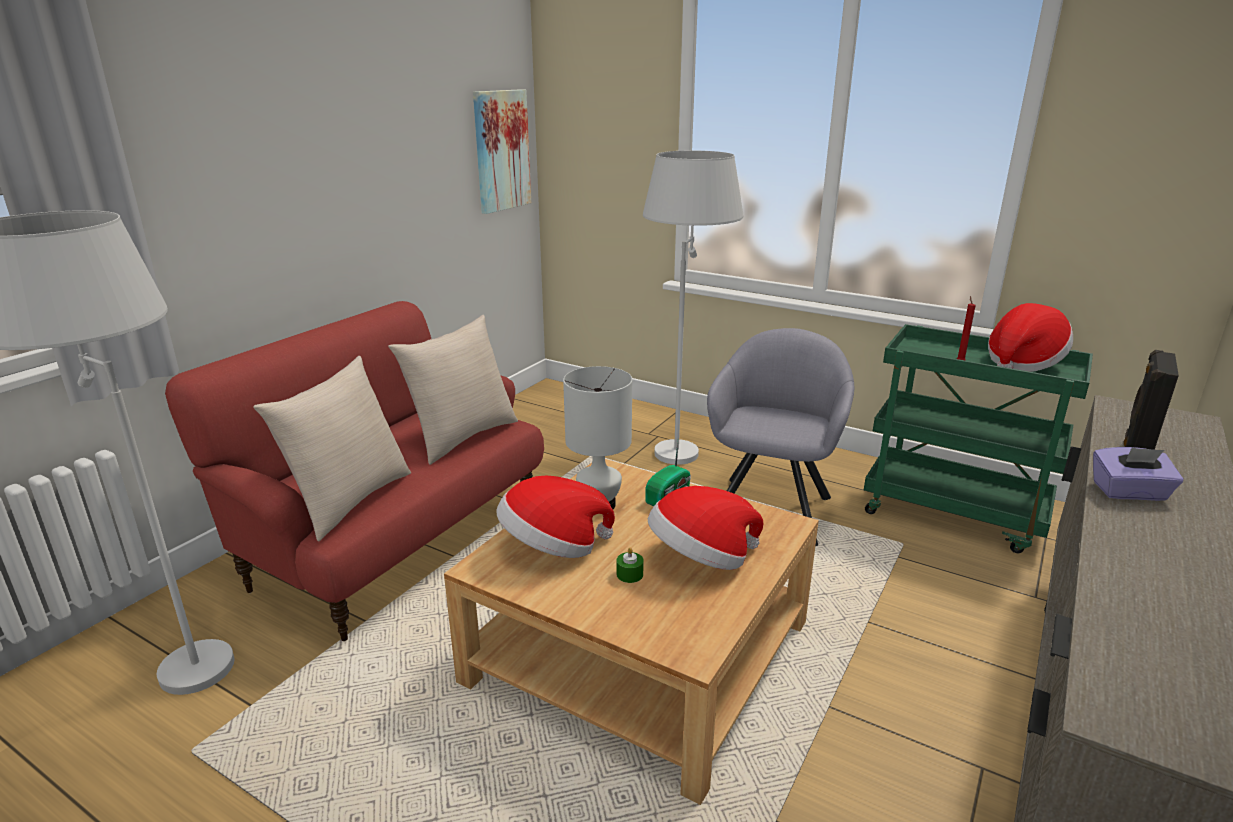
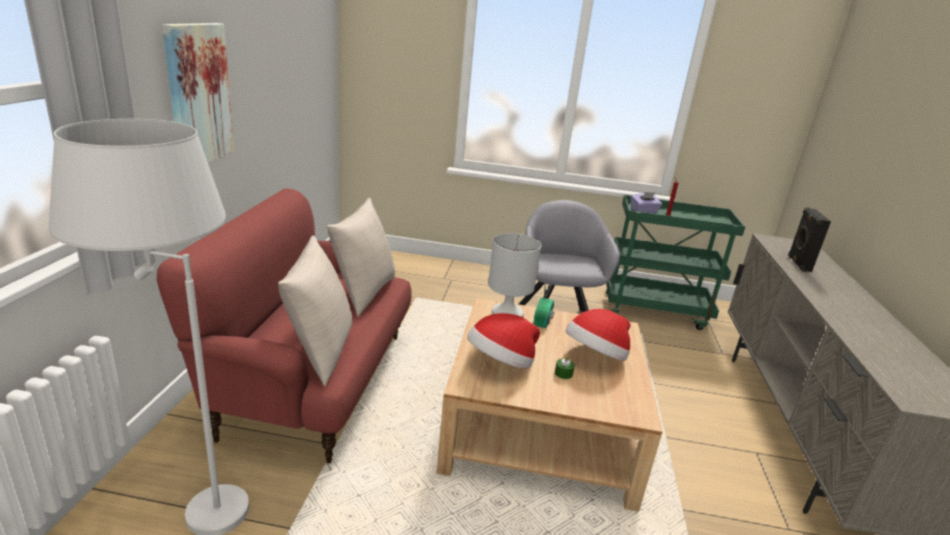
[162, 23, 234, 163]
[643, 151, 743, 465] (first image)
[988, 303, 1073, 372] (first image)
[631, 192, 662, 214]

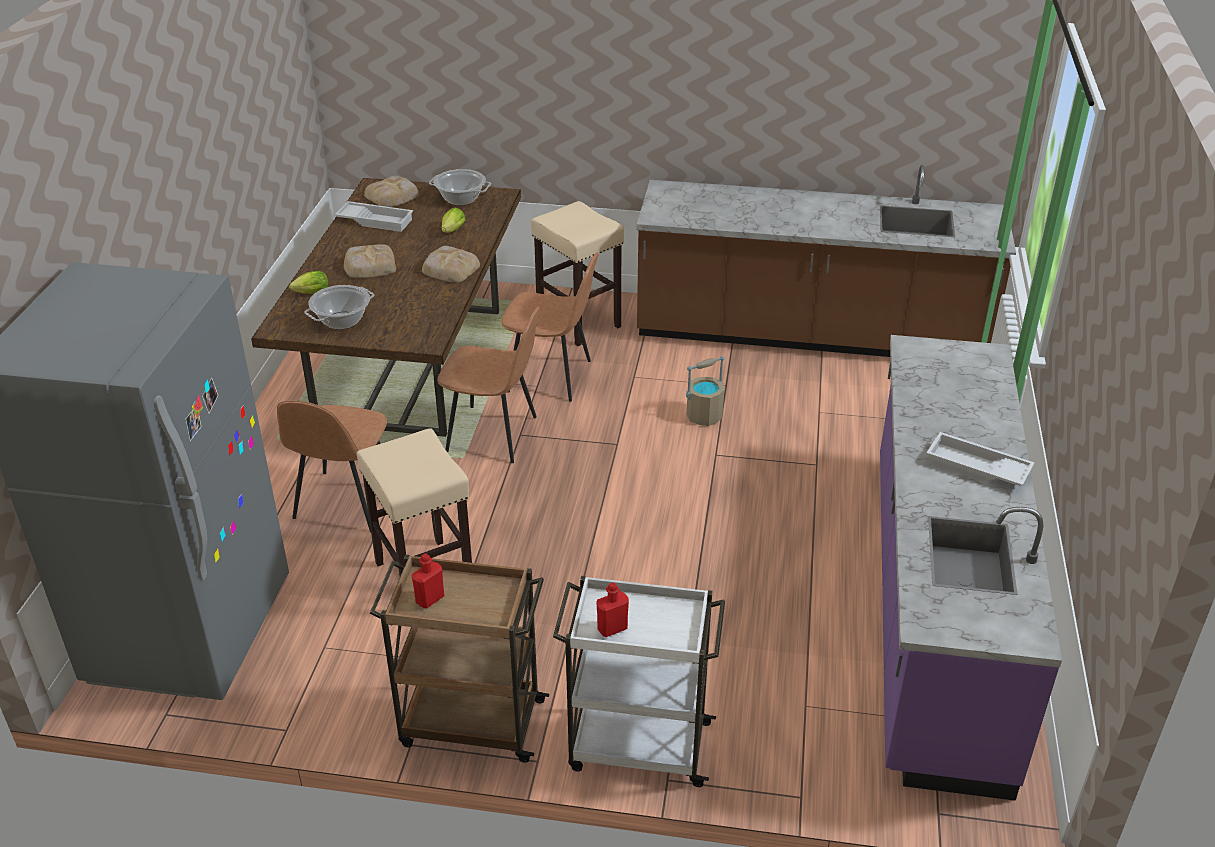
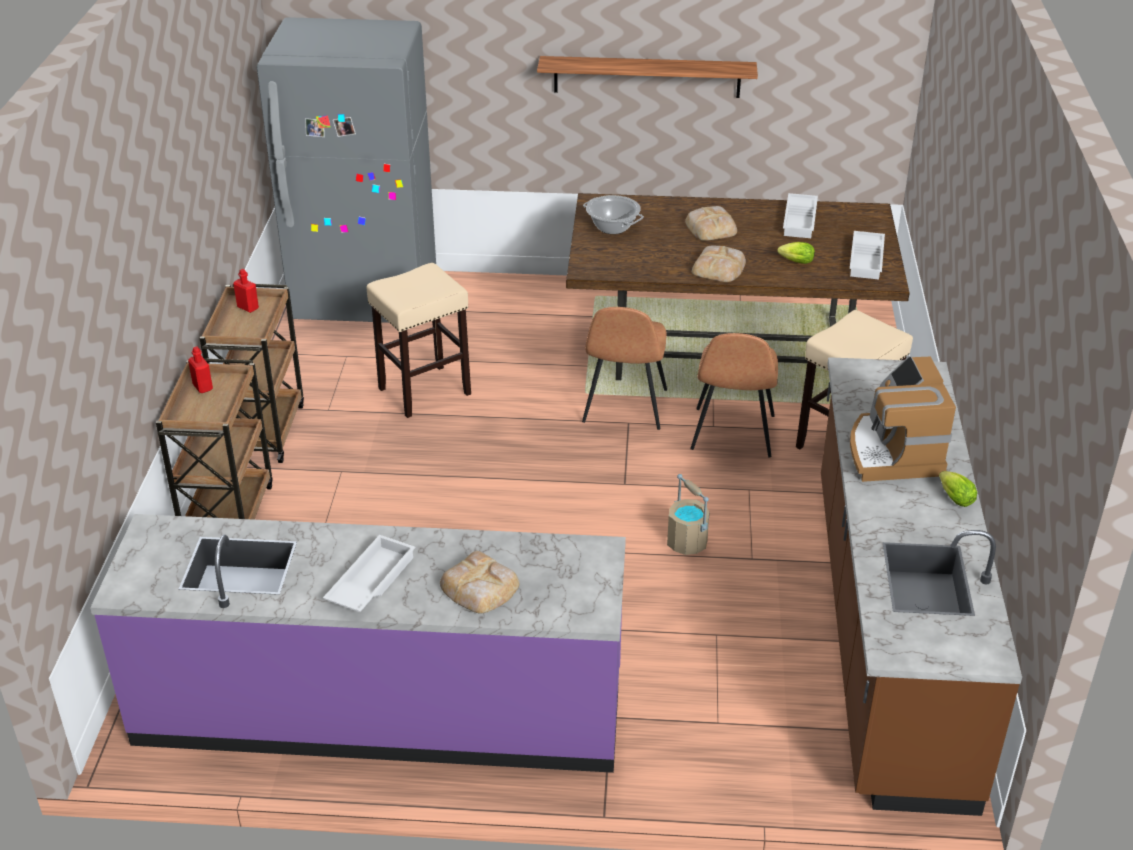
[850, 231, 885, 280]
[440, 551, 520, 613]
[939, 471, 977, 507]
[277, 400, 387, 532] (first image)
[156, 358, 273, 520]
[537, 56, 758, 98]
[850, 356, 956, 482]

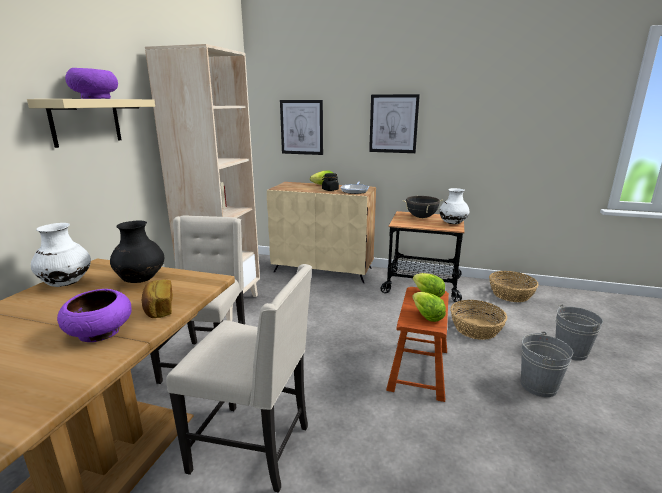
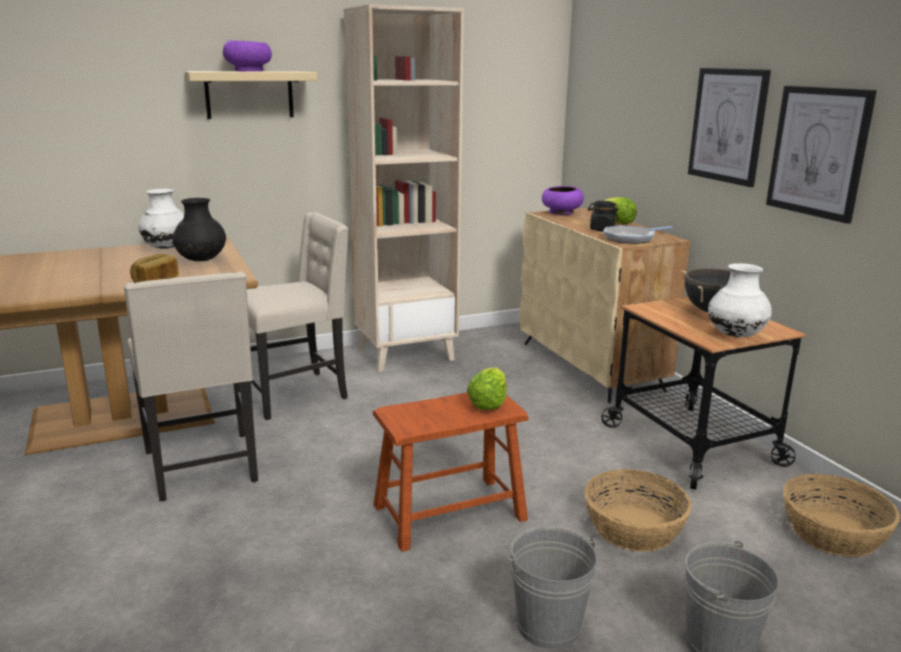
[766, 86, 877, 224]
[542, 186, 584, 215]
[412, 292, 446, 322] (first image)

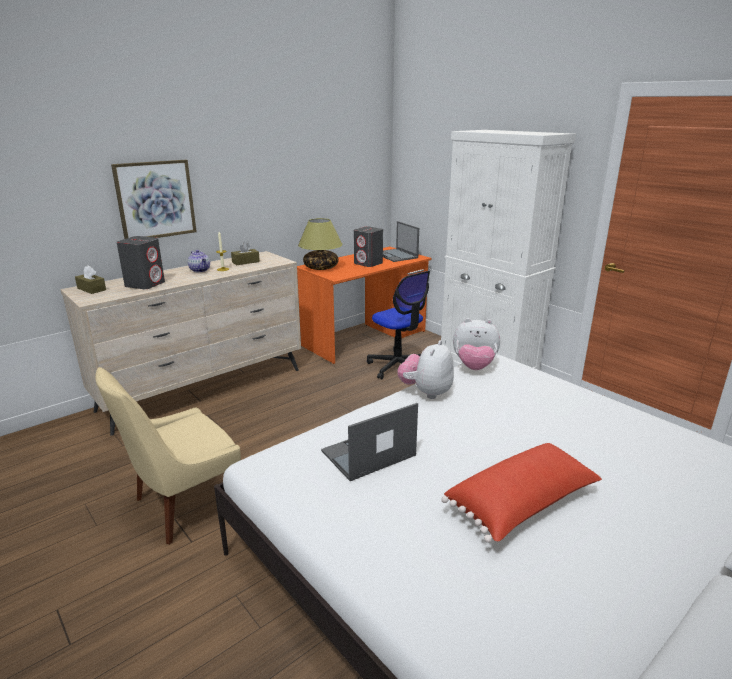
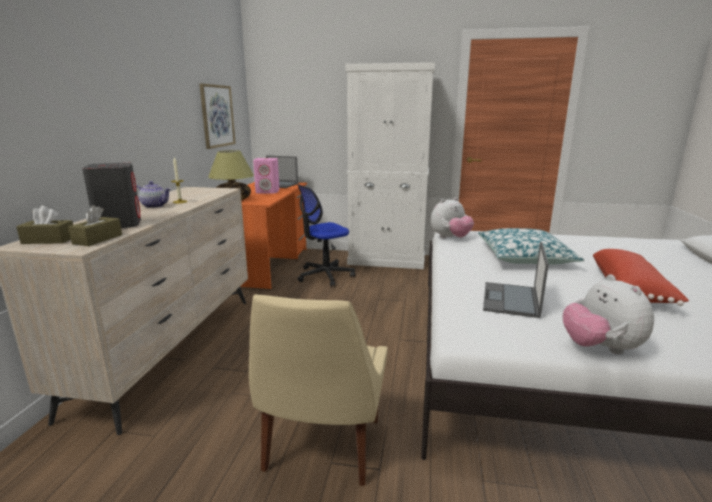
[199, 84, 236, 149]
[253, 158, 280, 194]
[68, 205, 122, 246]
[298, 184, 355, 287]
[563, 274, 654, 354]
[478, 228, 584, 264]

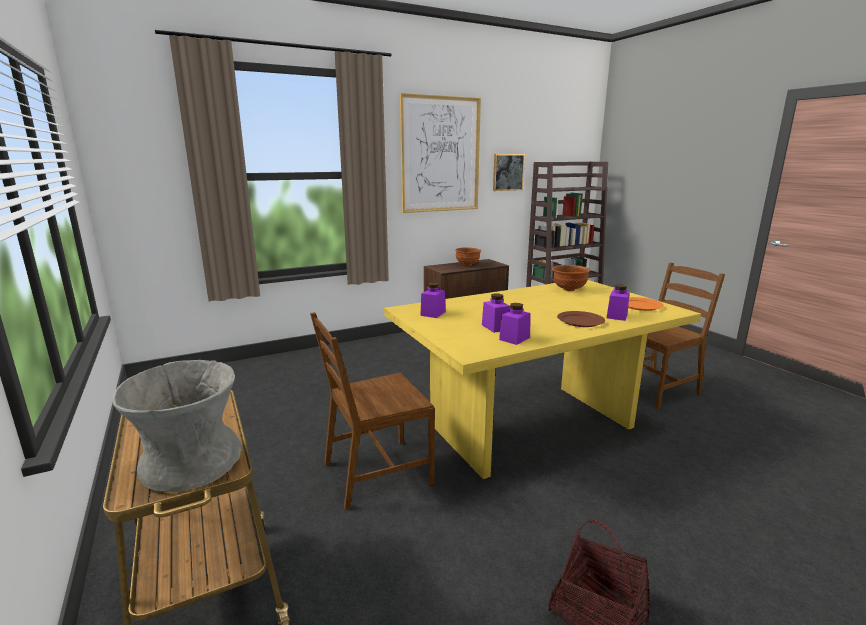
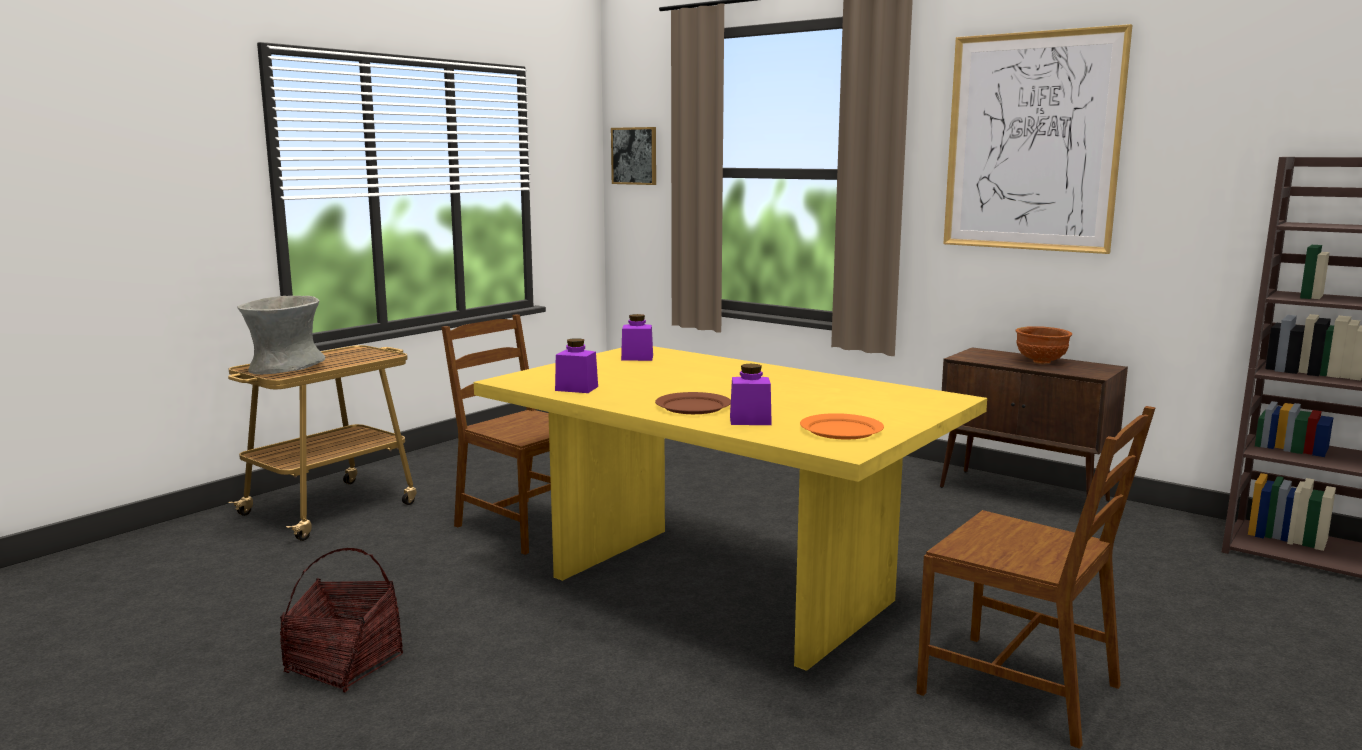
[611, 127, 656, 185]
[552, 265, 590, 291] (first image)
[482, 294, 510, 333] (first image)

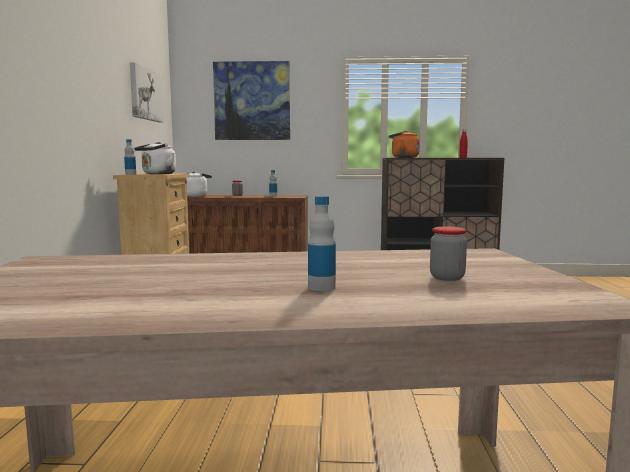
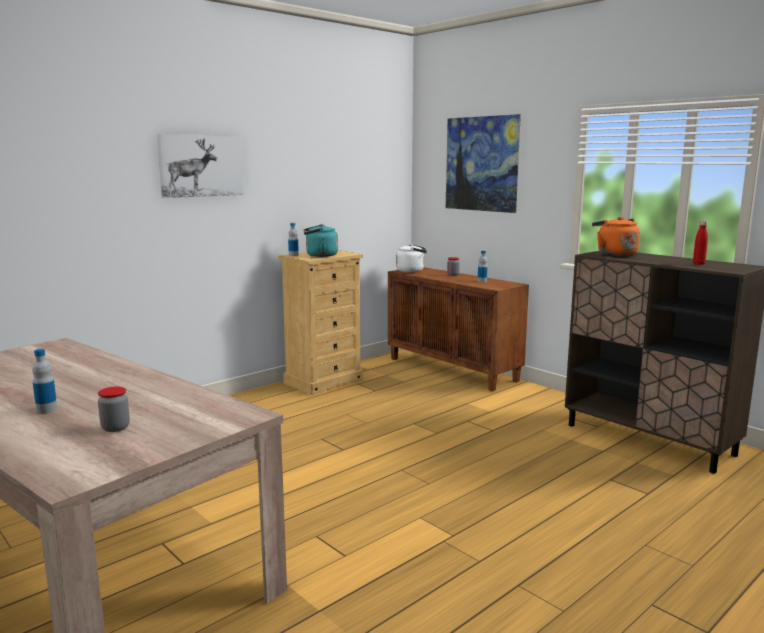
[157, 134, 244, 198]
[303, 224, 338, 257]

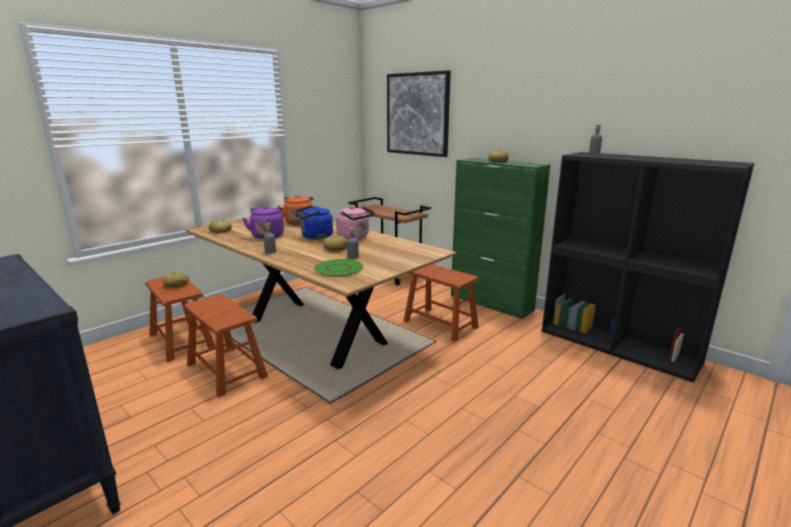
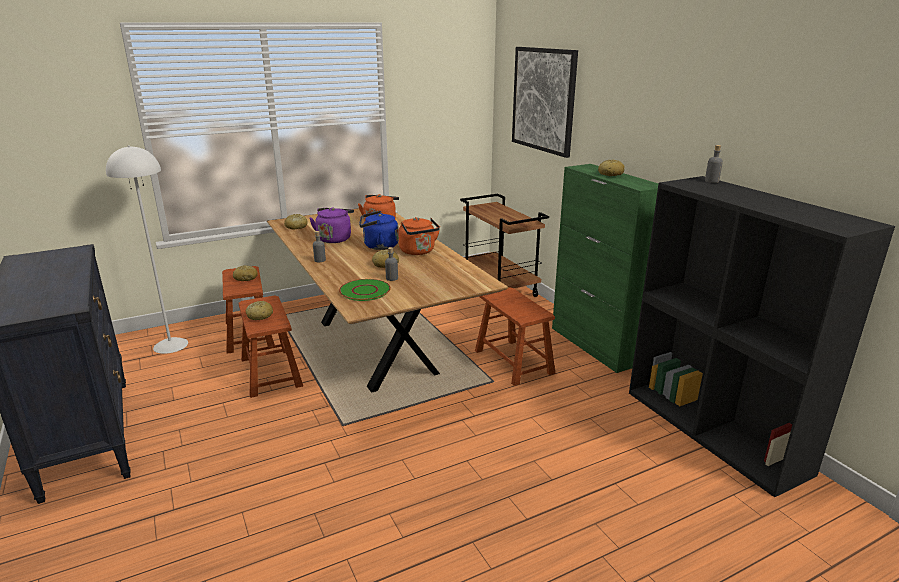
[398, 217, 440, 255]
[106, 145, 188, 354]
[246, 301, 273, 320]

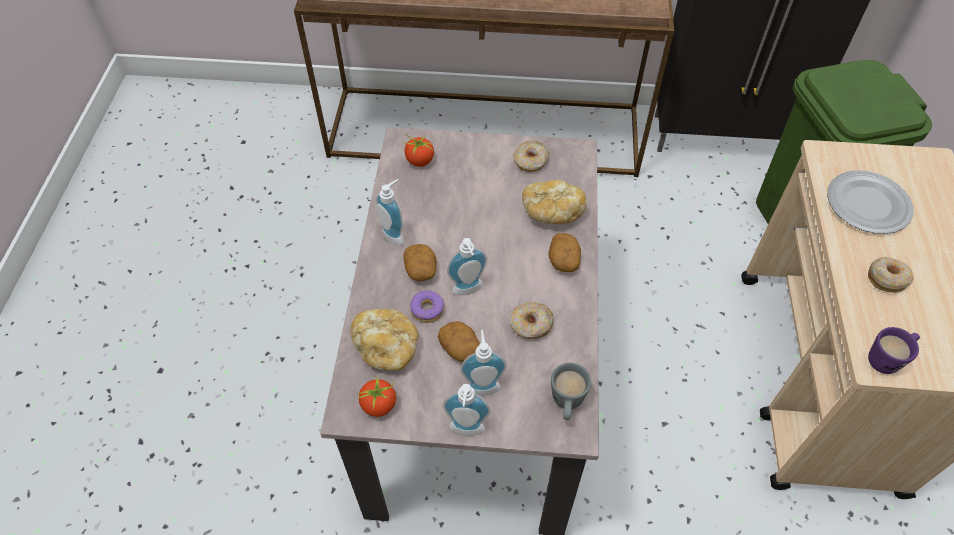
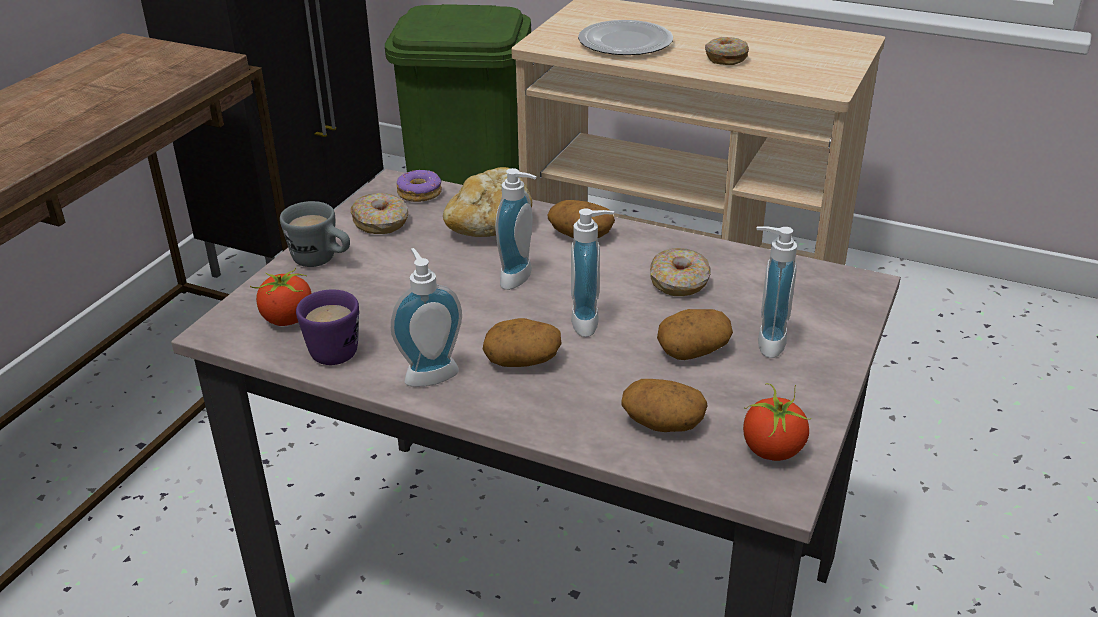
[396, 170, 442, 202]
[621, 379, 708, 432]
[296, 289, 359, 365]
[280, 201, 350, 267]
[496, 168, 537, 290]

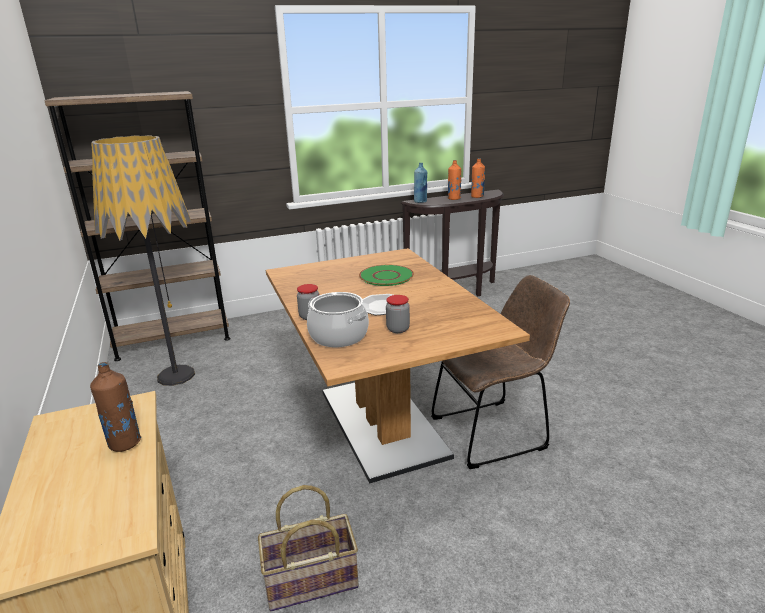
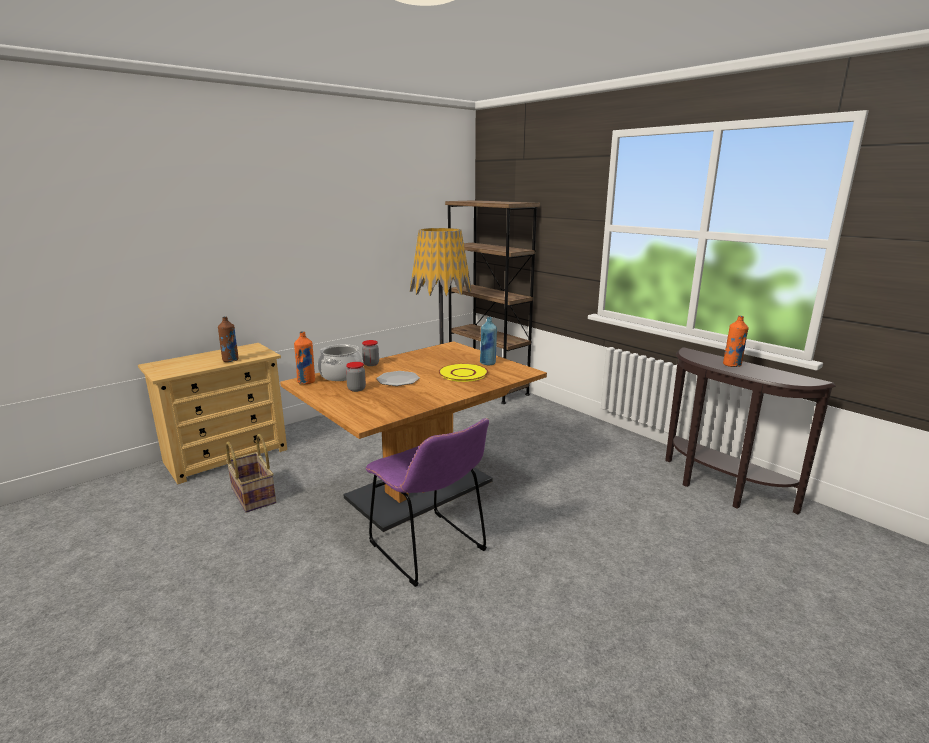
[294, 331, 315, 384]
[480, 317, 497, 365]
[438, 363, 488, 382]
[365, 418, 489, 587]

